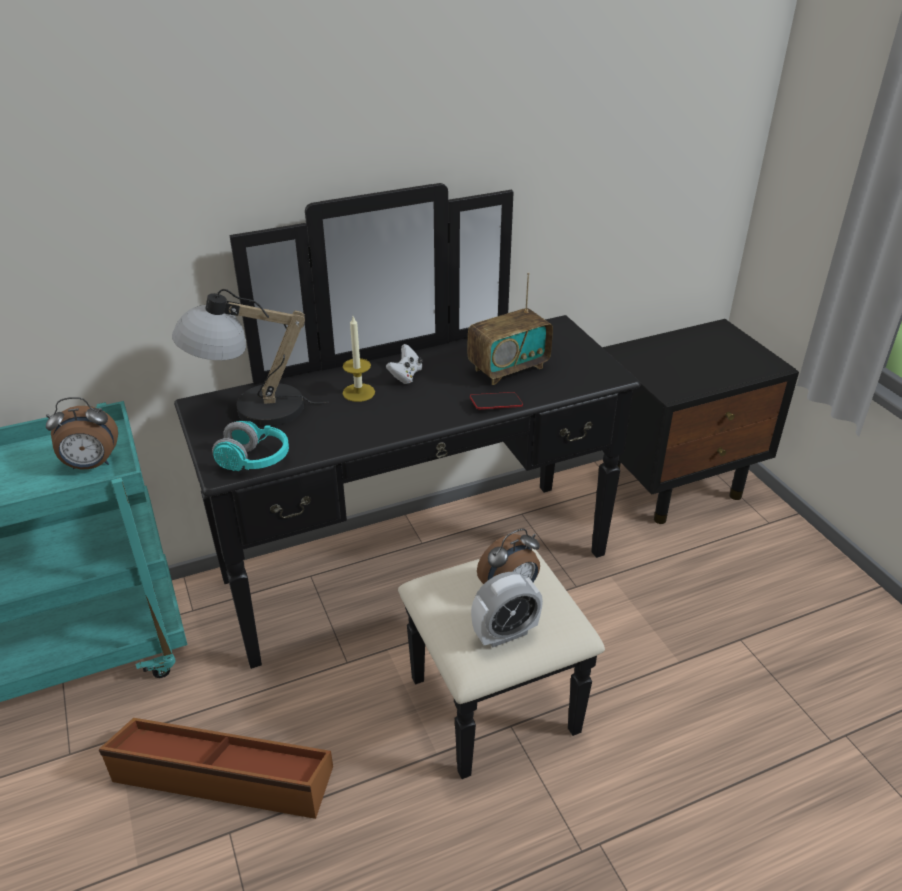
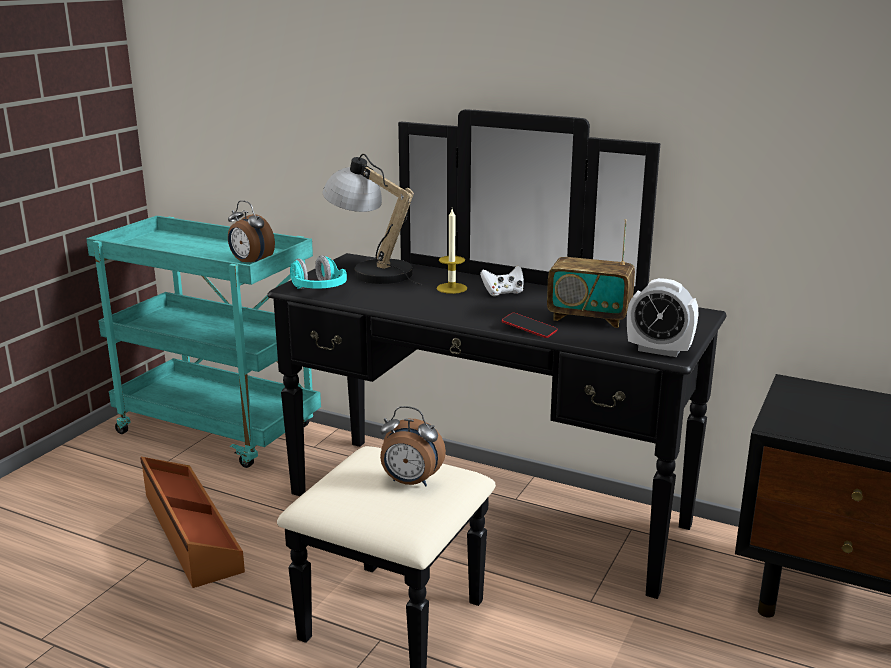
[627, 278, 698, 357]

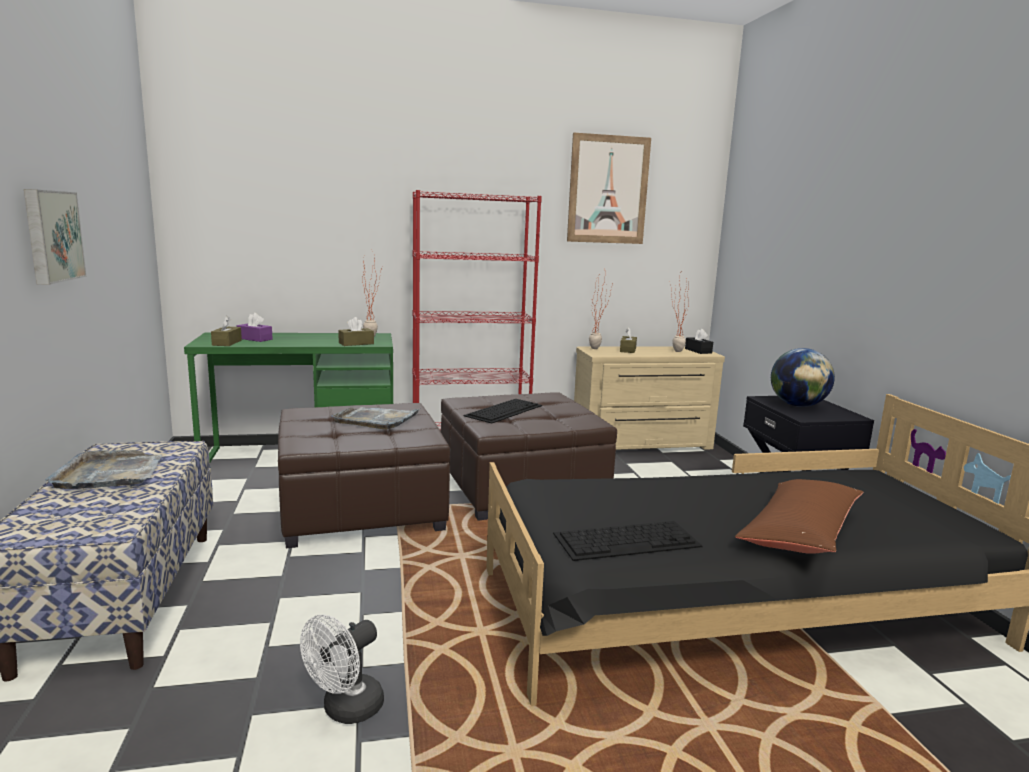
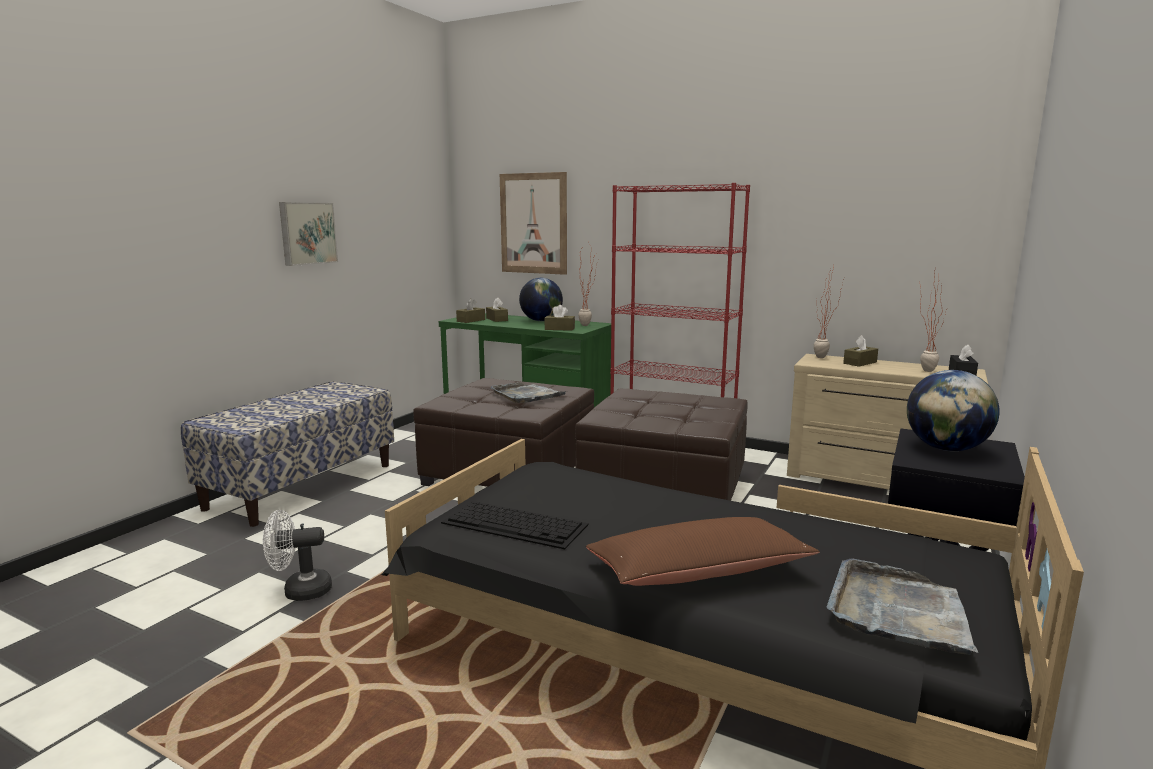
[500, 172, 567, 275]
[486, 297, 508, 322]
[463, 399, 542, 424] (first image)
[827, 558, 978, 655]
[519, 278, 563, 321]

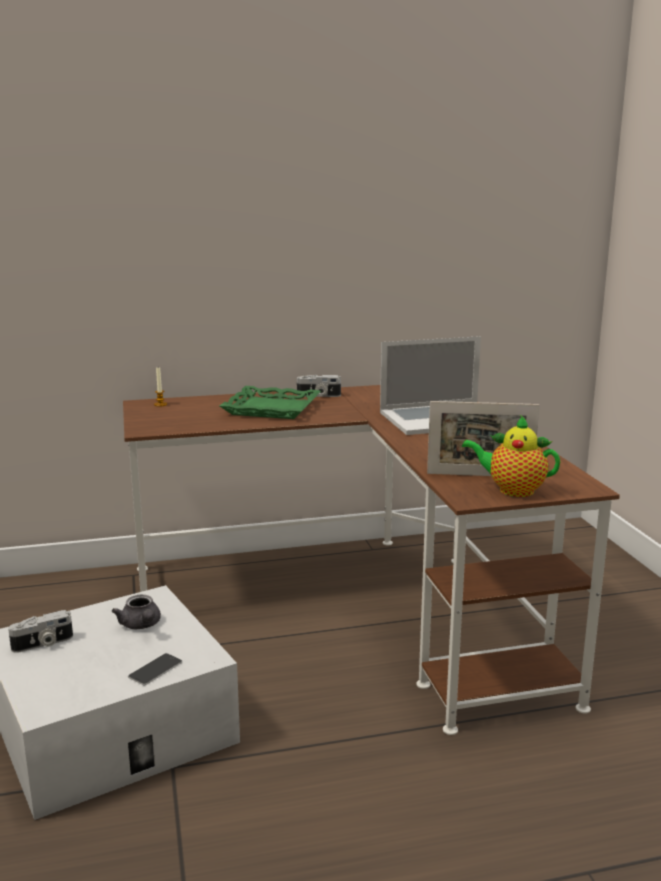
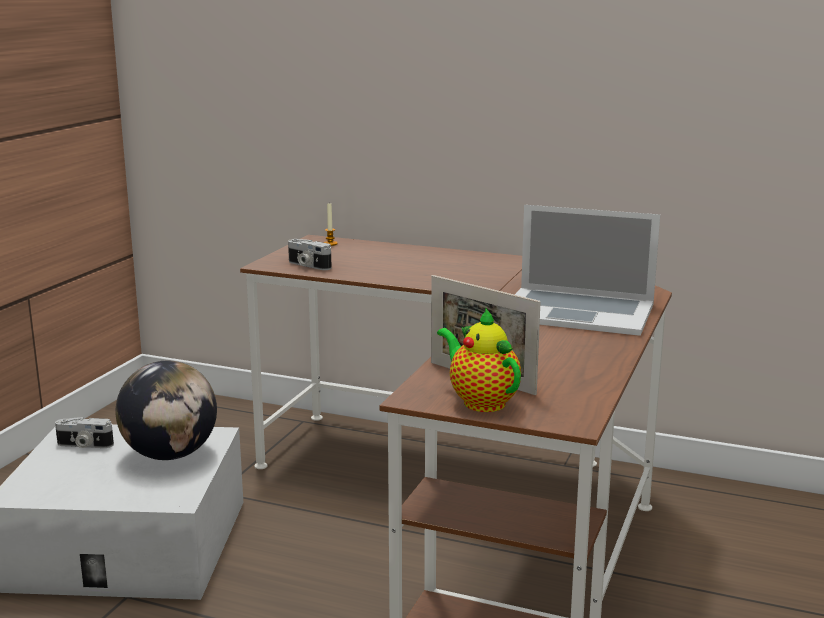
[288, 239, 332, 270]
[220, 386, 321, 419] (first image)
[115, 361, 217, 460]
[128, 653, 183, 686] (first image)

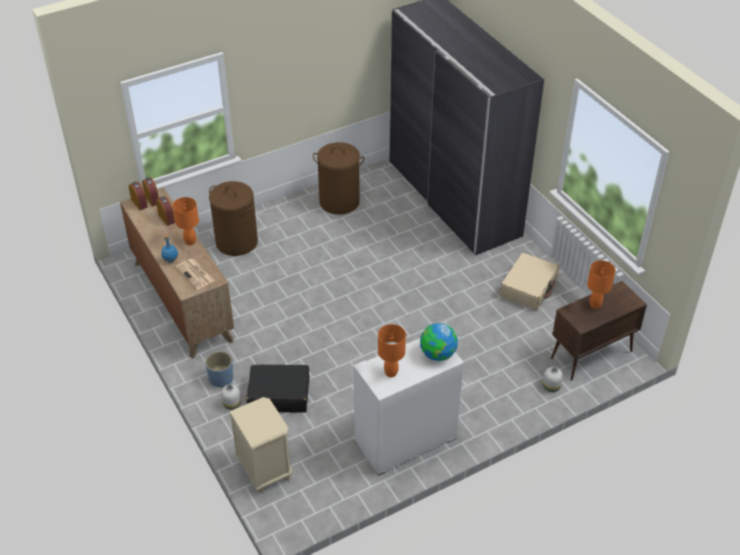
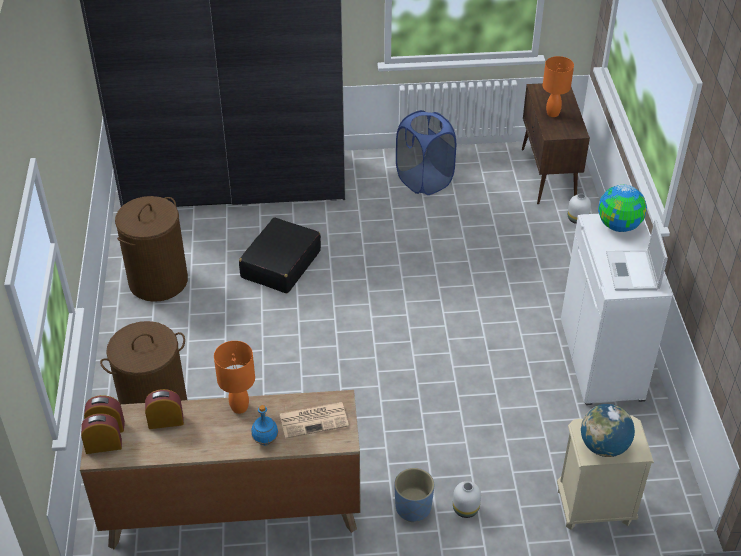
[396, 110, 456, 195]
[606, 220, 668, 291]
[239, 217, 321, 293]
[581, 404, 635, 457]

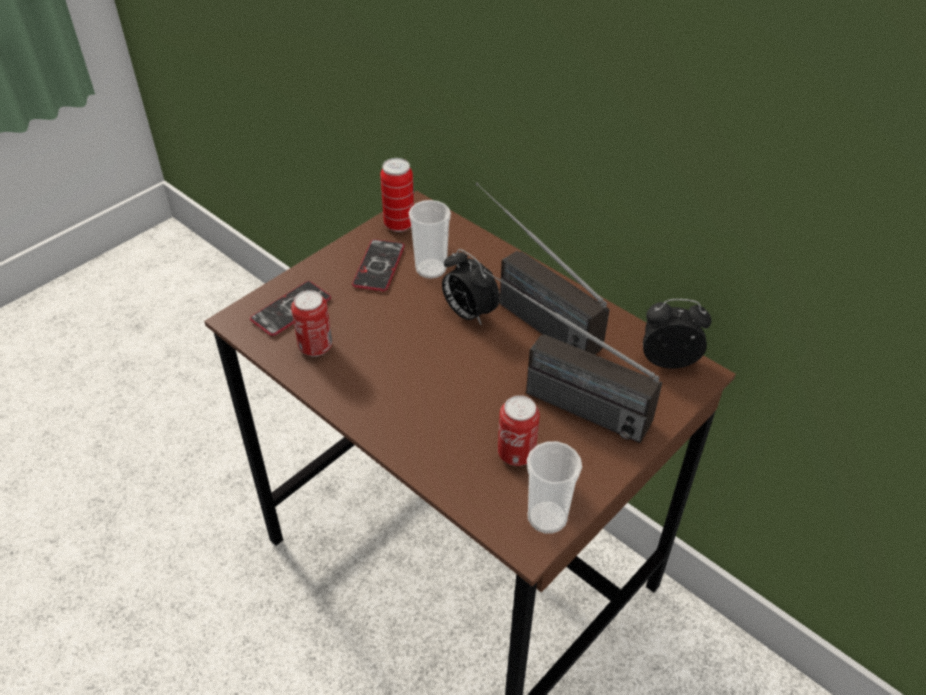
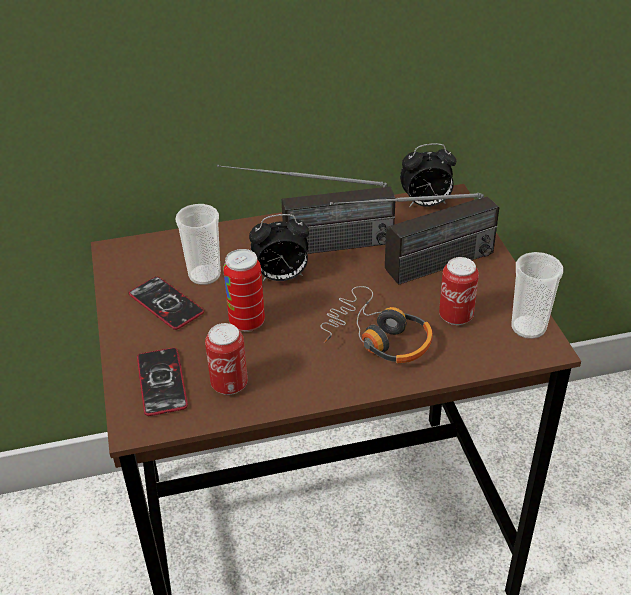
[223, 249, 265, 332]
[400, 143, 456, 207]
[320, 286, 433, 363]

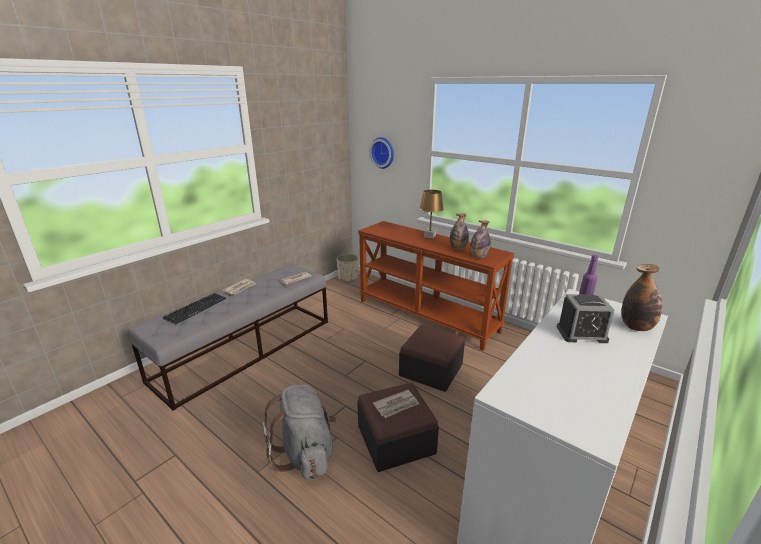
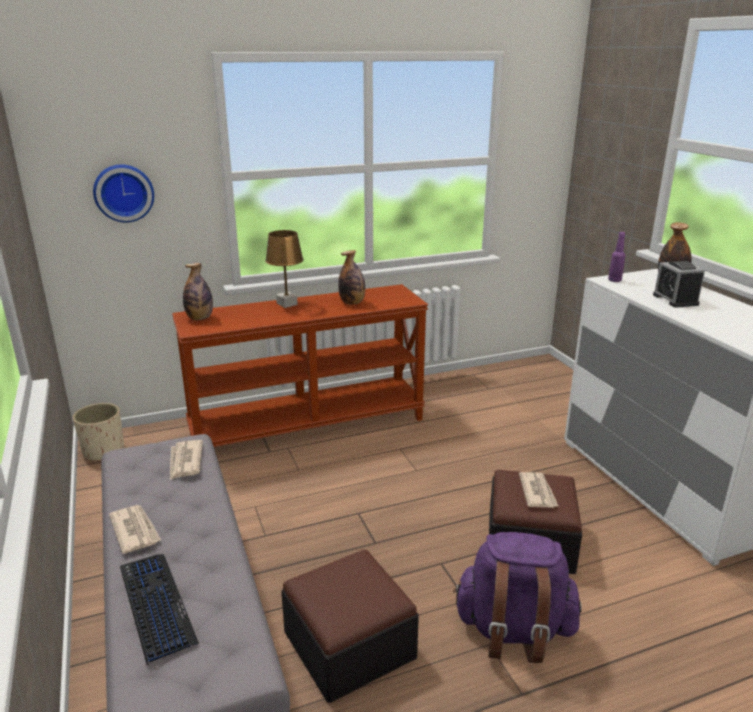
[183, 263, 213, 320]
[653, 261, 705, 308]
[281, 550, 419, 703]
[453, 532, 582, 663]

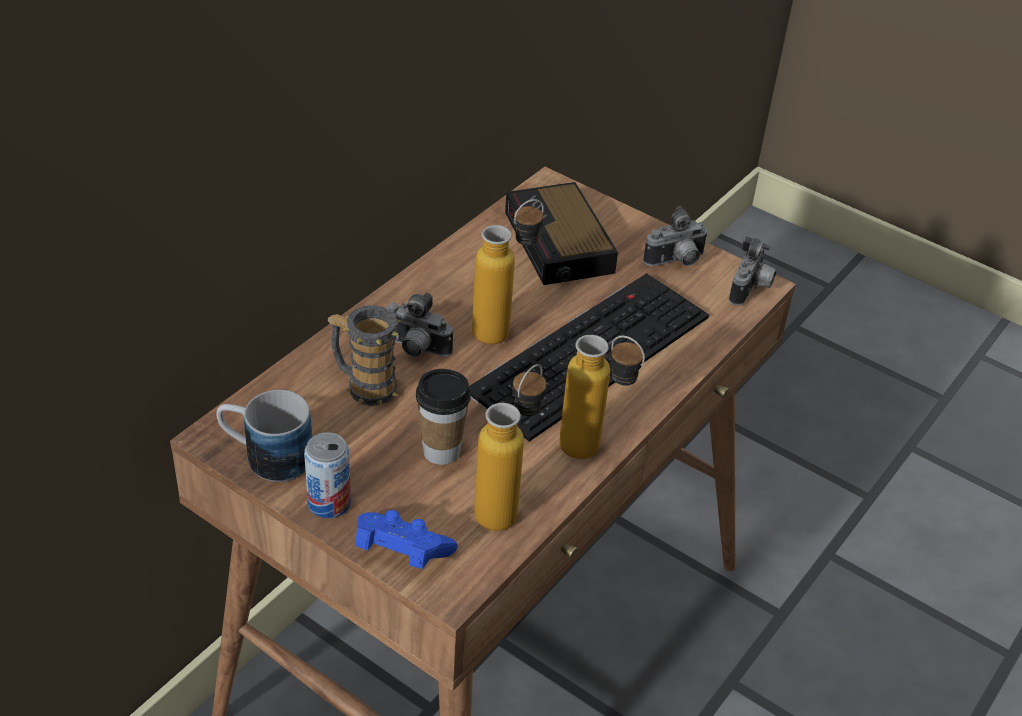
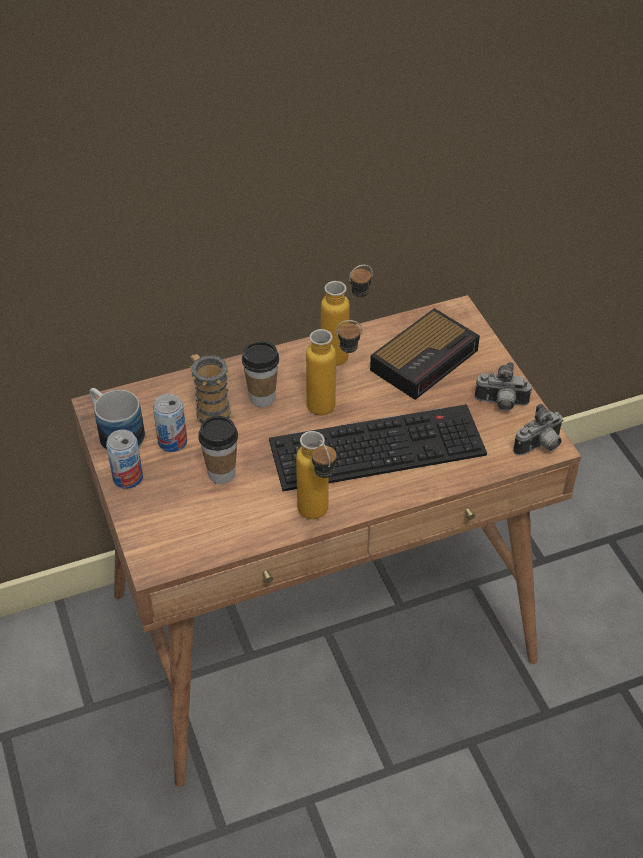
[370, 308, 480, 400]
[242, 341, 279, 407]
[321, 265, 373, 366]
[355, 510, 458, 569] (first image)
[153, 394, 187, 452]

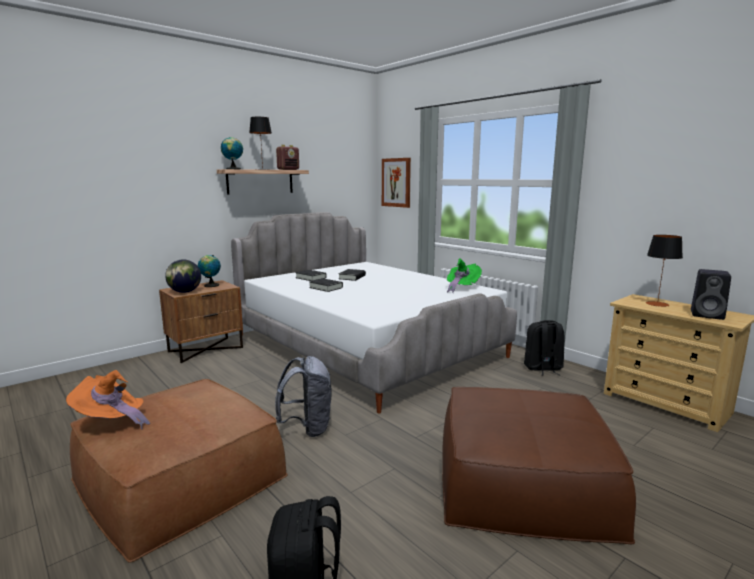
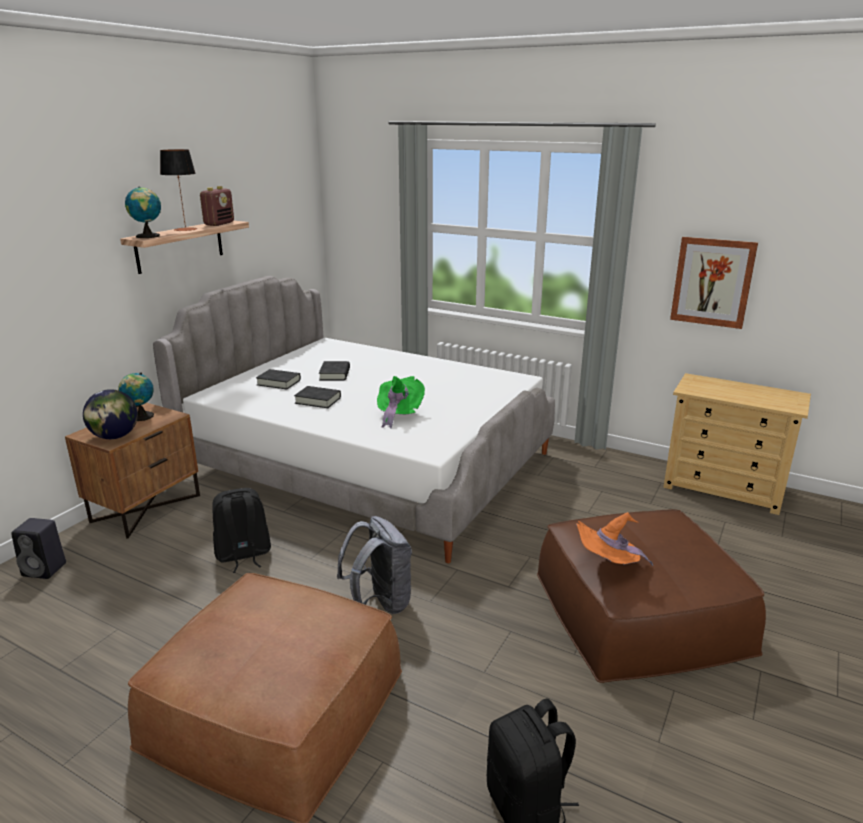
[670, 237, 758, 329]
[646, 235, 683, 307] (first image)
[377, 376, 425, 429]
[11, 518, 66, 579]
[212, 488, 271, 573]
[576, 512, 653, 566]

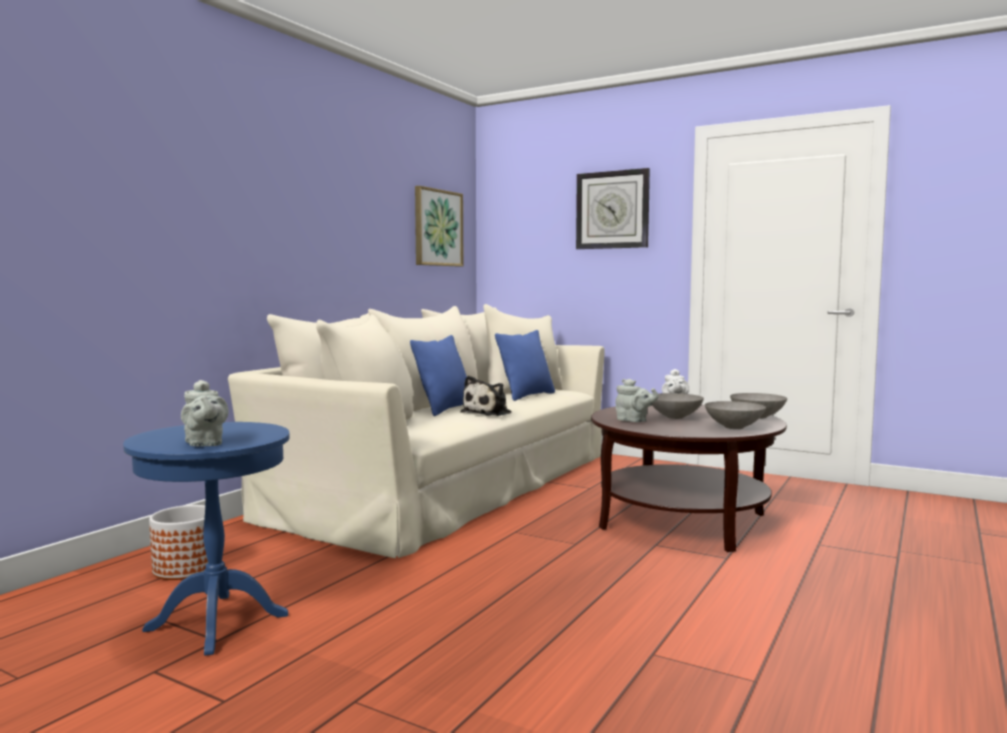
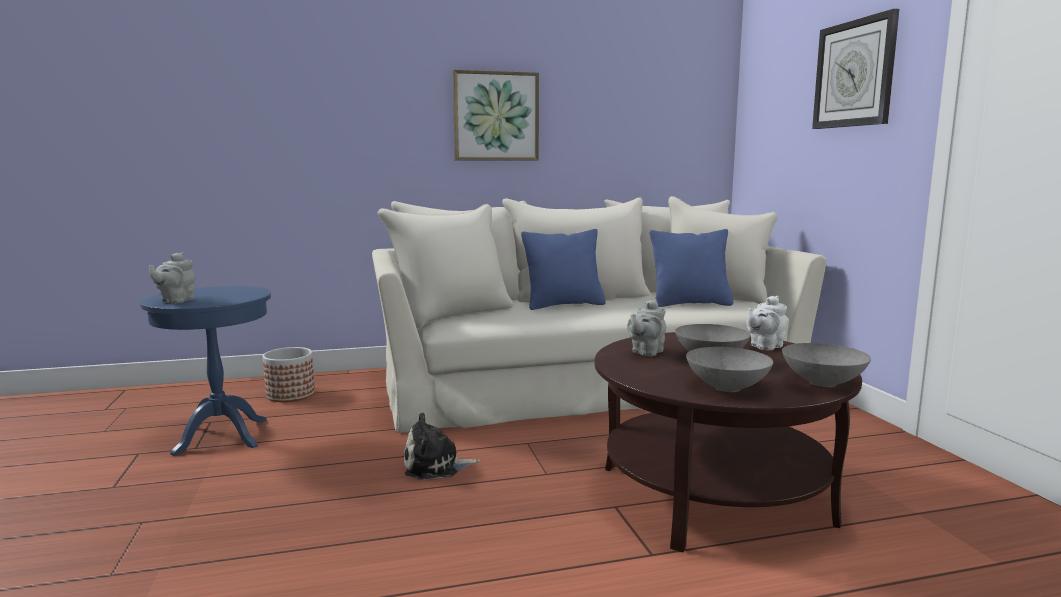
[453, 70, 539, 161]
[404, 412, 480, 479]
[627, 299, 666, 356]

